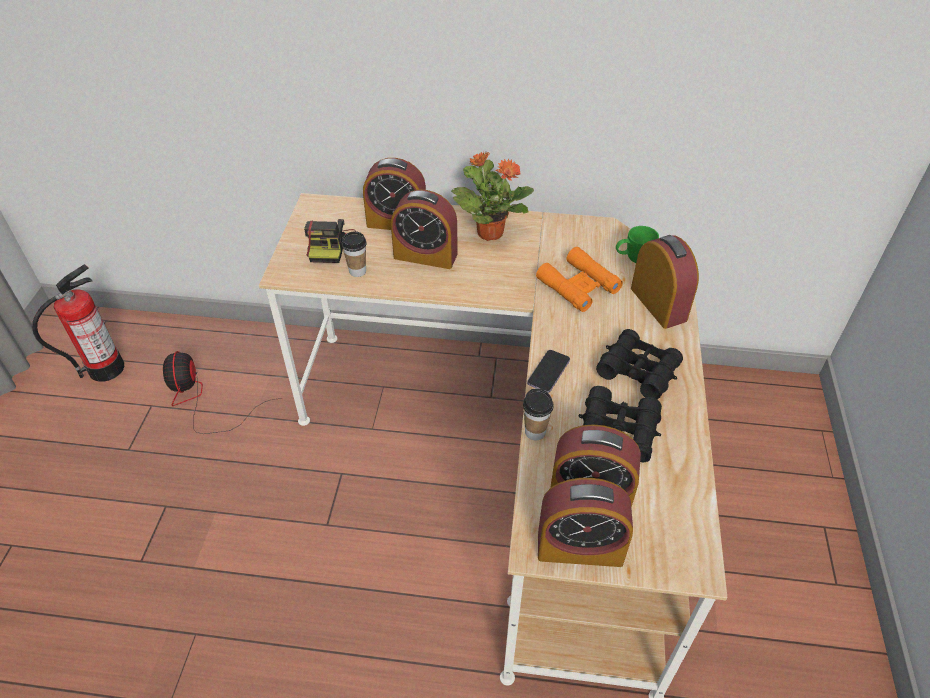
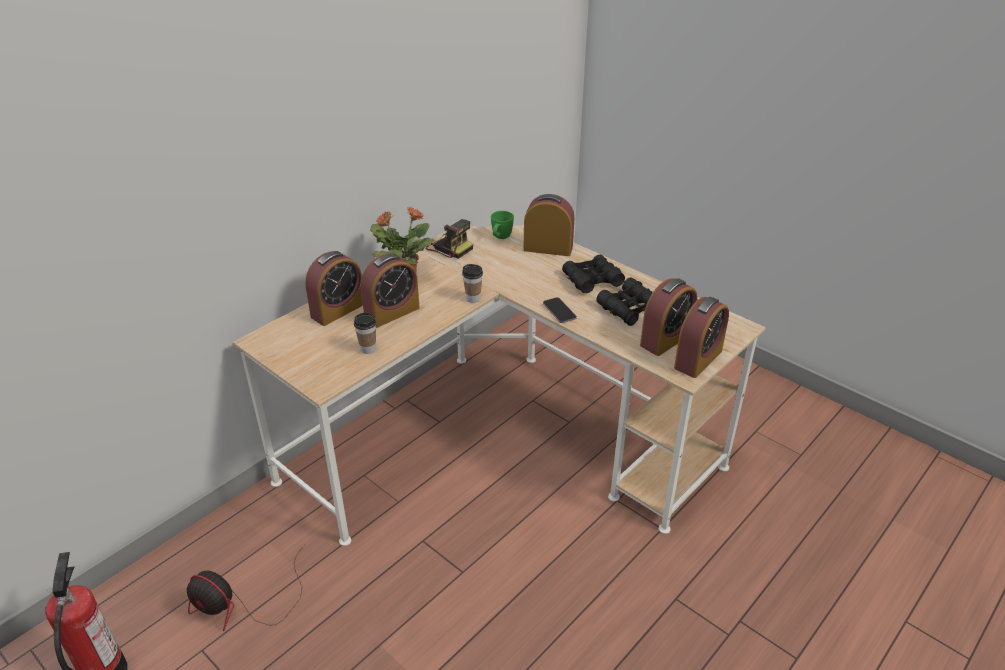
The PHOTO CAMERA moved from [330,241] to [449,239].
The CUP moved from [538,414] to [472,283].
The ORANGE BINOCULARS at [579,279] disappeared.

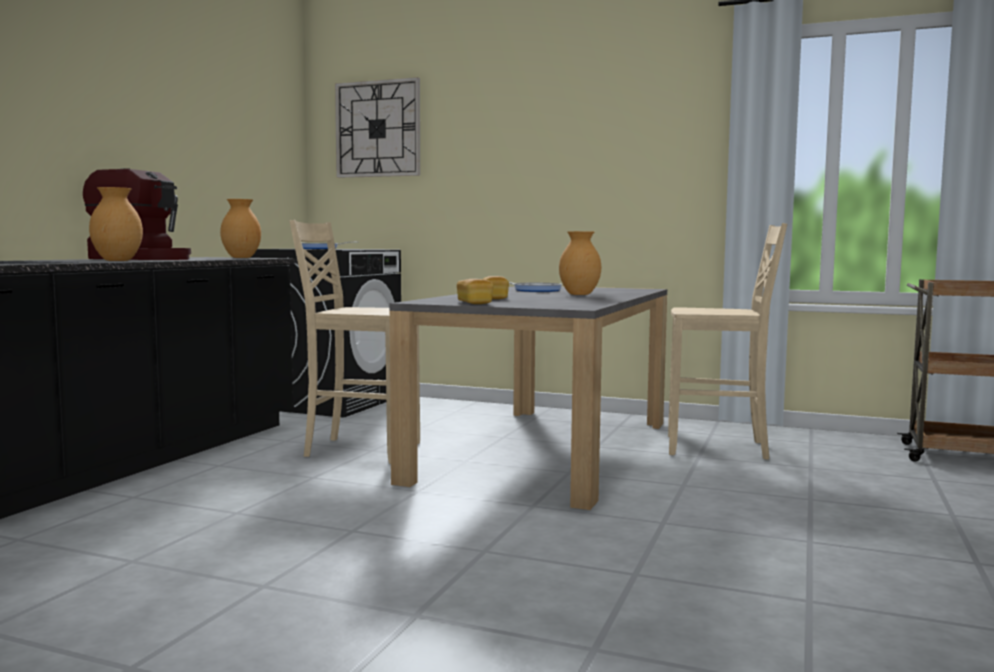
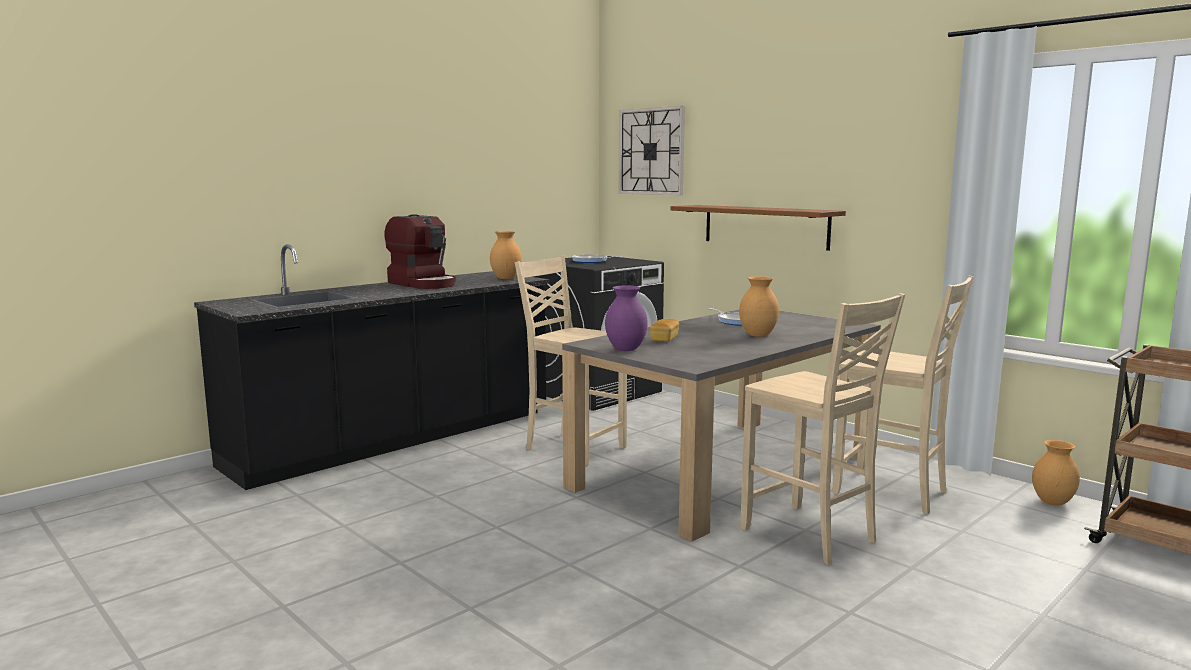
The BREAD at [475,291] was replaced by the PURPLE VASE at [626,318].
The BROWN SHELF at [758,228] appeared.
The BEIGE CHAIR at [822,429] appeared.
The BROWN VASE moved from [116,224] to [1056,472].

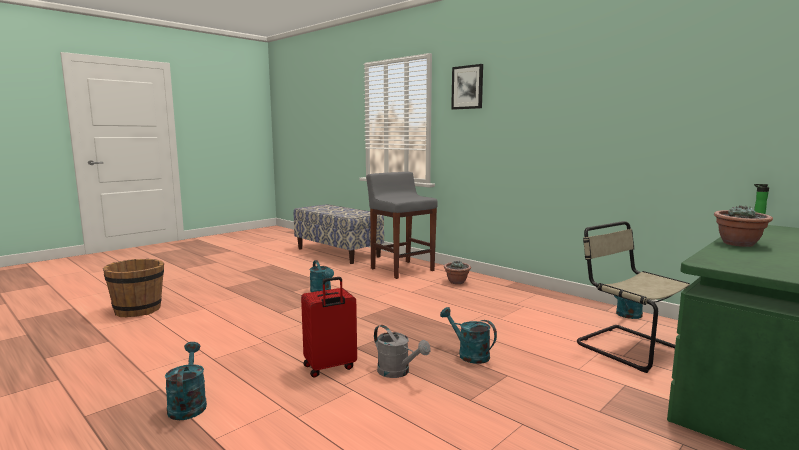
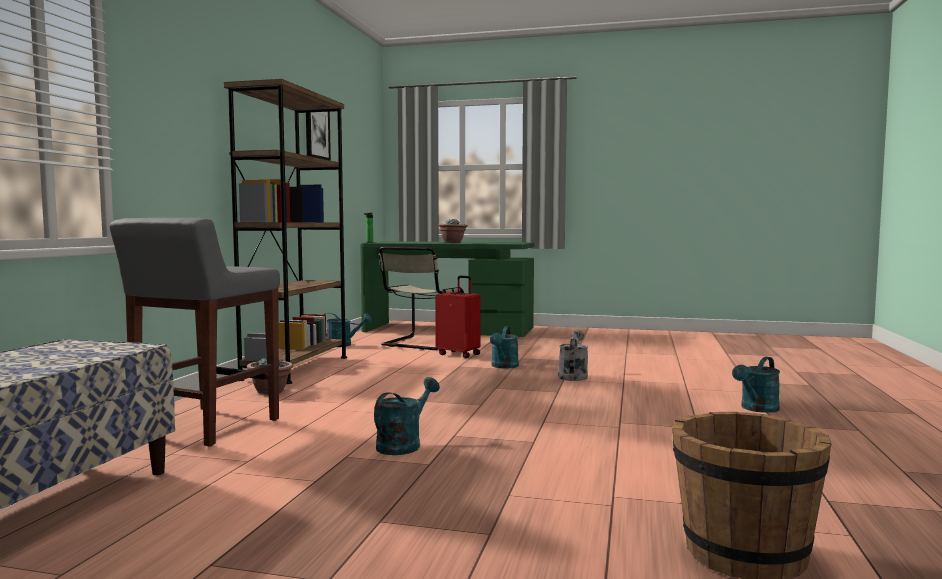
The BROWN BOOKCASE at [285,231] appeared.
The PICTURE moved from [467,87] to [318,136].
The RED SUITCASE moved from [329,327] to [458,317].

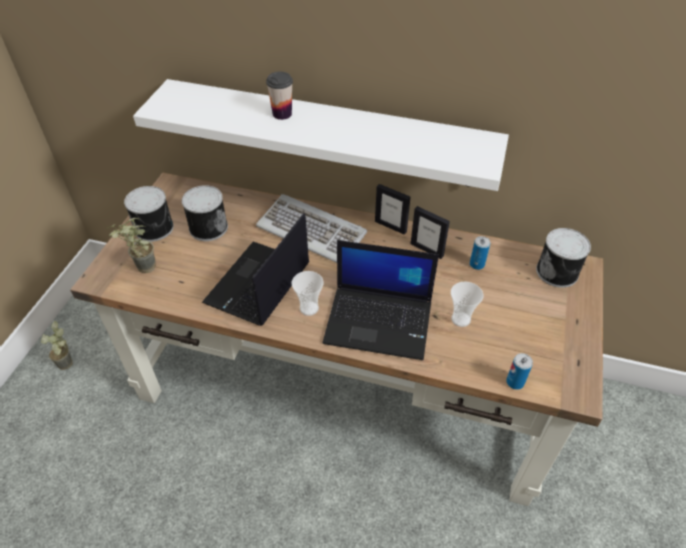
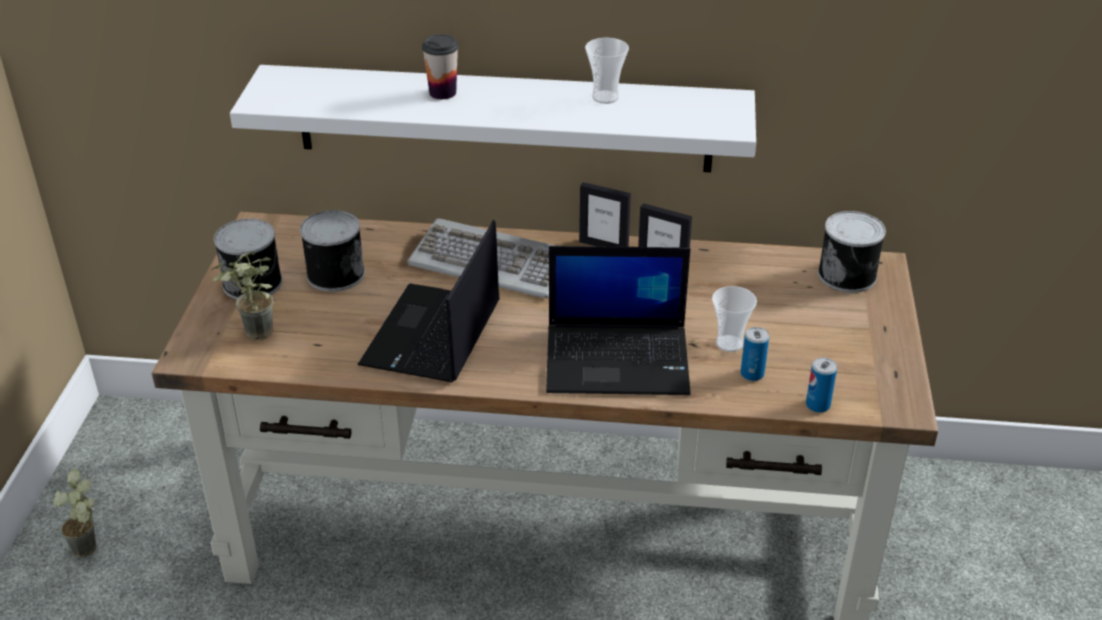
The CUP moved from [308,293] to [607,71].
The CAN moved from [480,253] to [755,354].

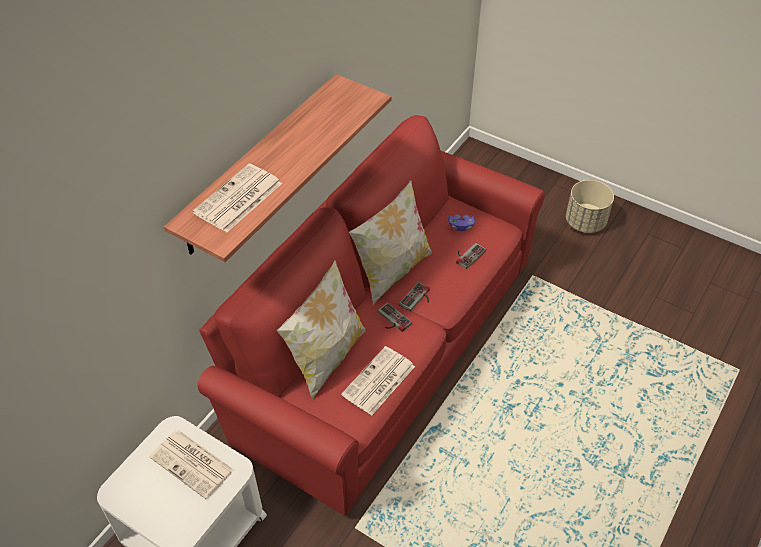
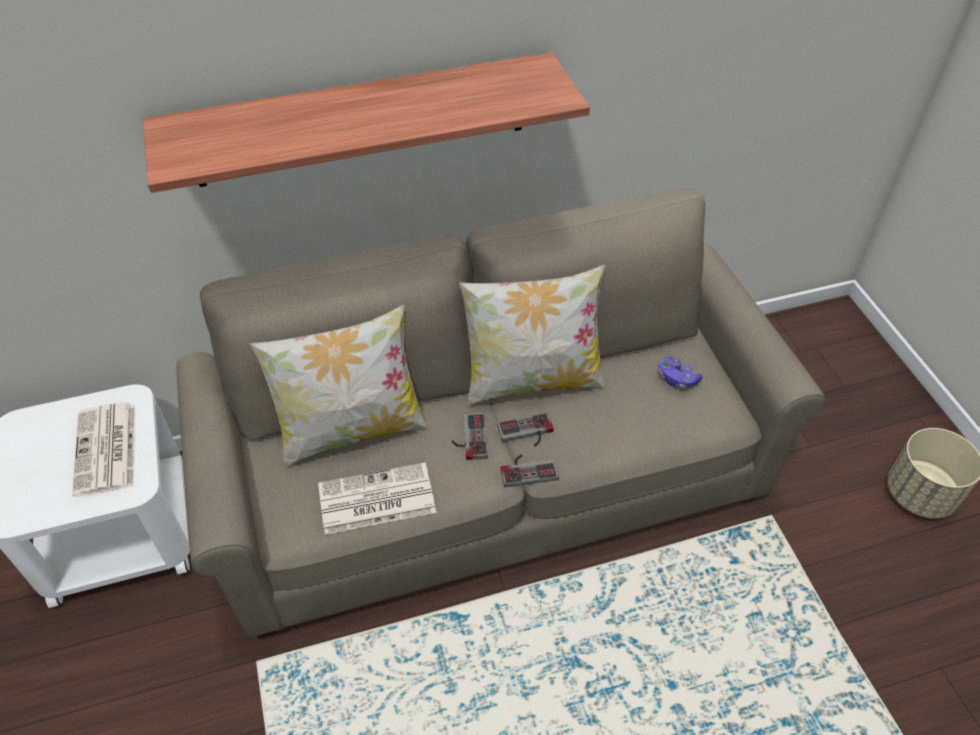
The RED SOFA at [371,315] became the BEIGE SOFA at [500,412].
The GAME CONTROLLER moved from [471,256] to [529,470].
The NEWSPAPER at [237,198] disappeared.

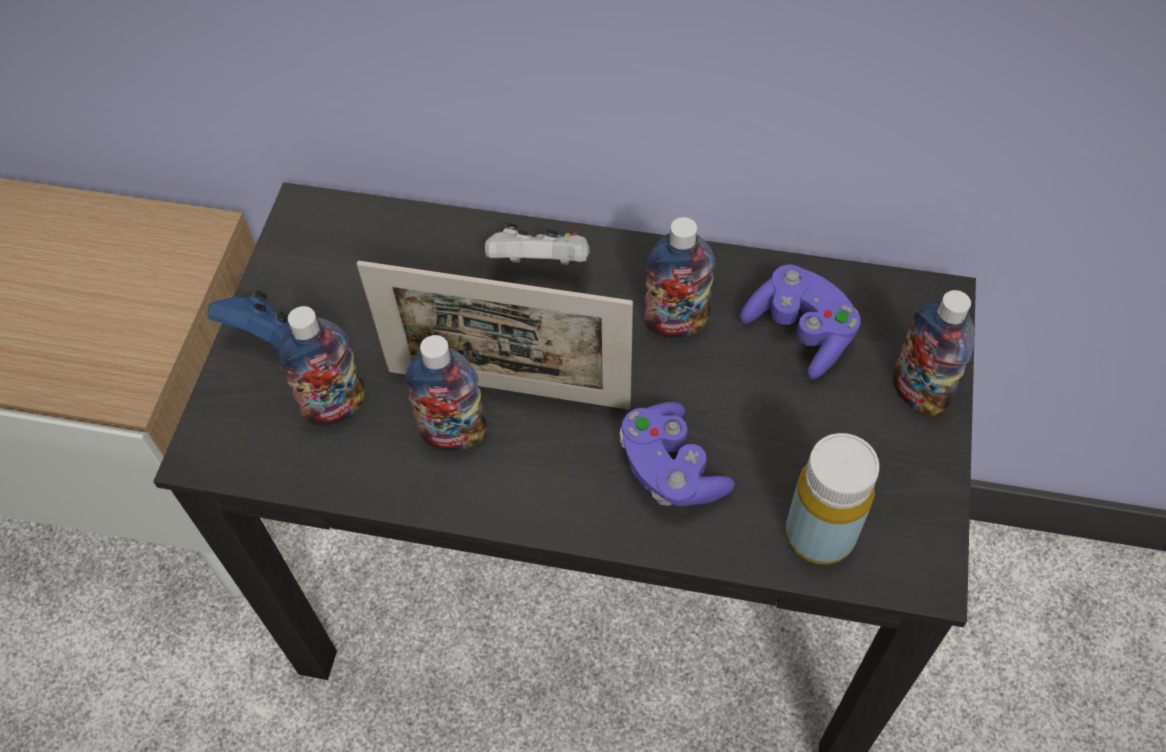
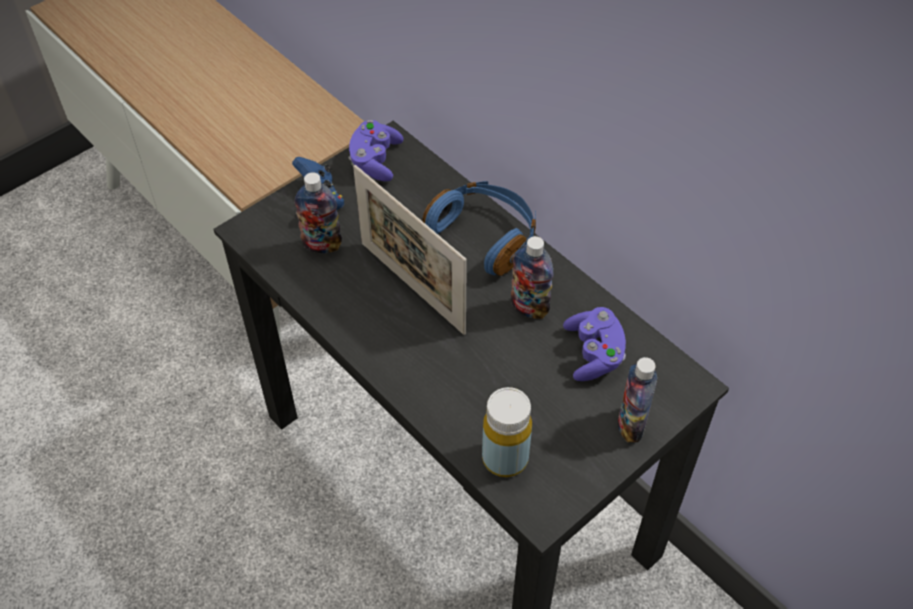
The PURPLE GAME CONTROLLER moved from [677,454] to [376,151].
The WHITE GAME CONTROLLER at [537,244] was replaced by the BLUE HEADPHONES at [479,228].
The BOTTLE at [446,393] disappeared.

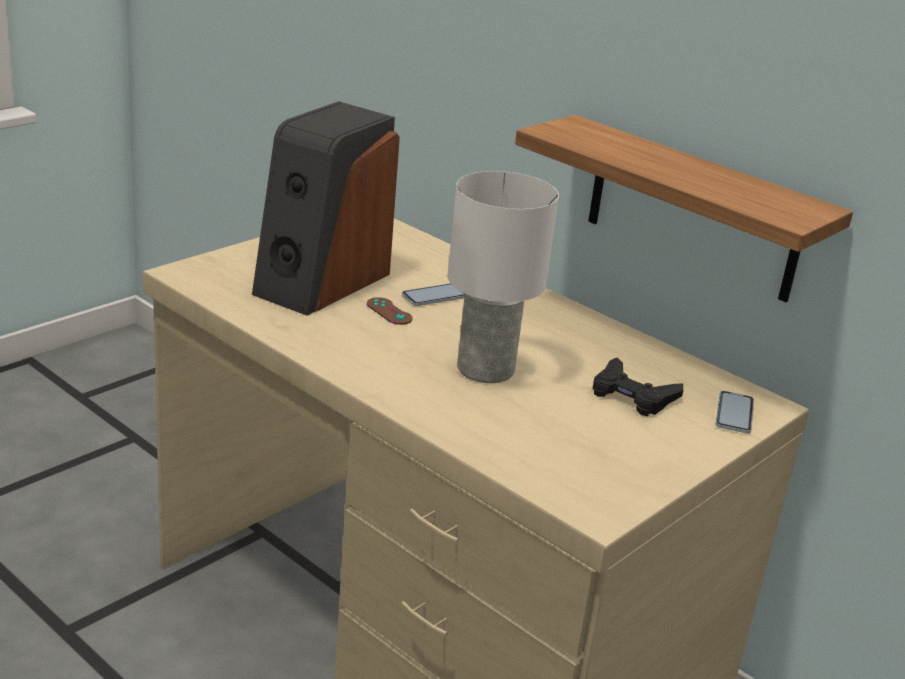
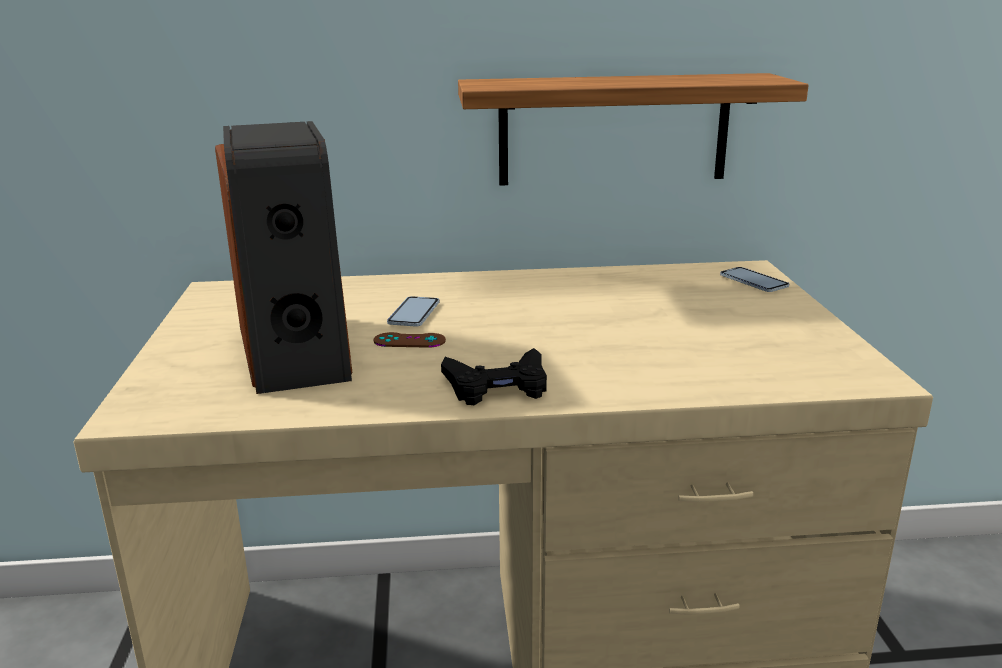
The BLACK GAME CONTROLLER moved from [638,386] to [494,376].
The WHITE TABLE LAMP at [503,277] disappeared.

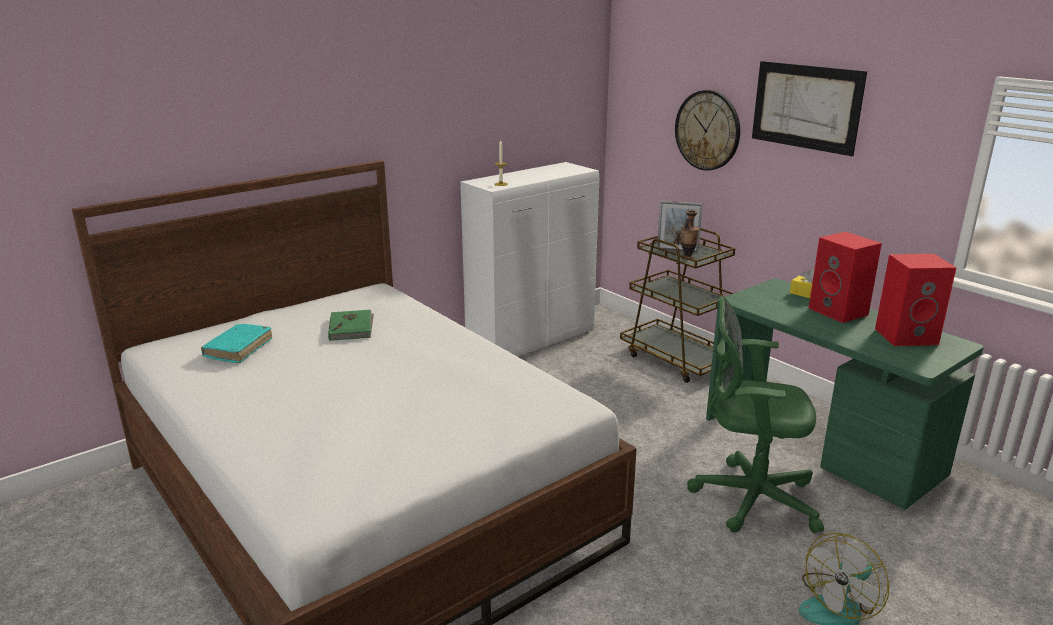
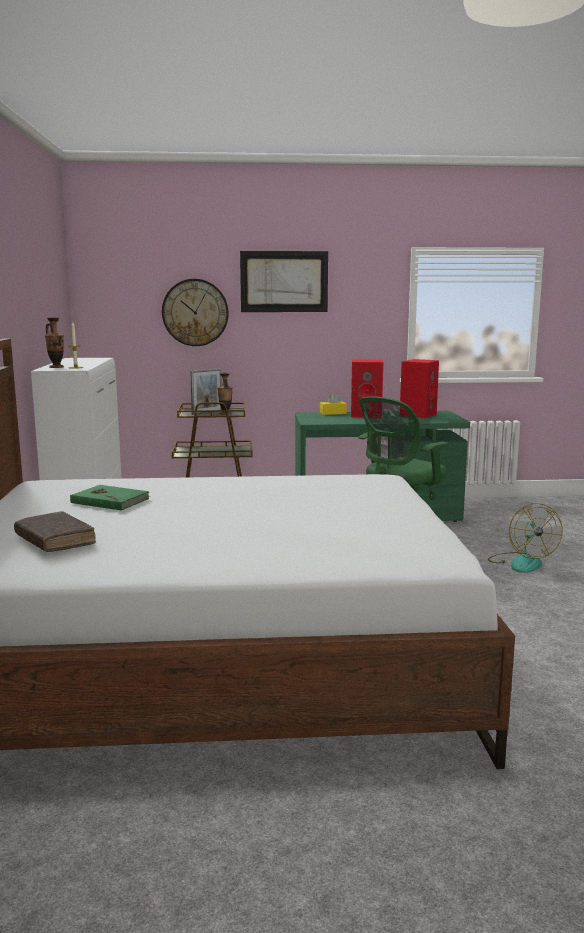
The TURQUOISE BOOK at [236,343] became the BROWN BOOK at [55,531].
The VASE at [54,343] appeared.

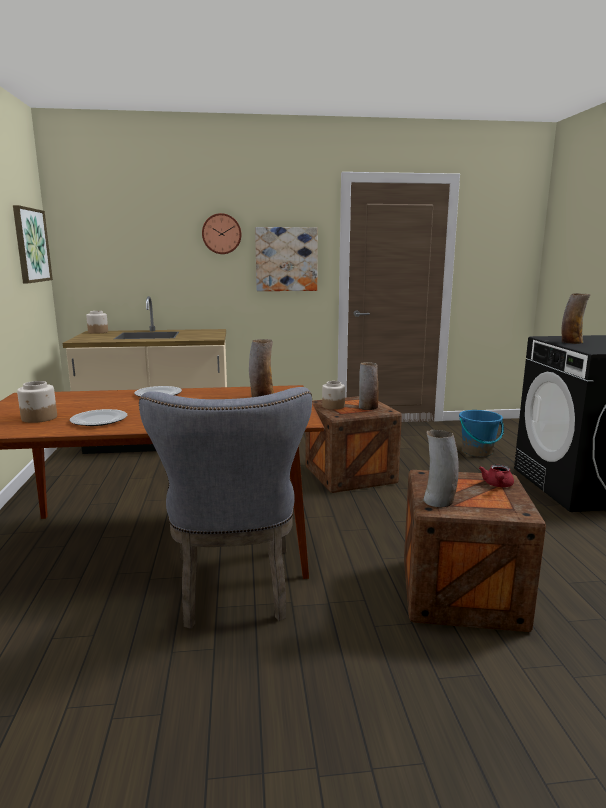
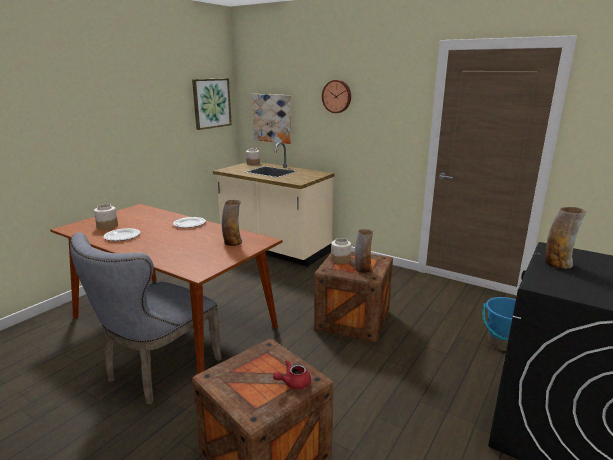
The PICTURE moved from [286,259] to [272,119].
The VASE at [441,468] disappeared.

